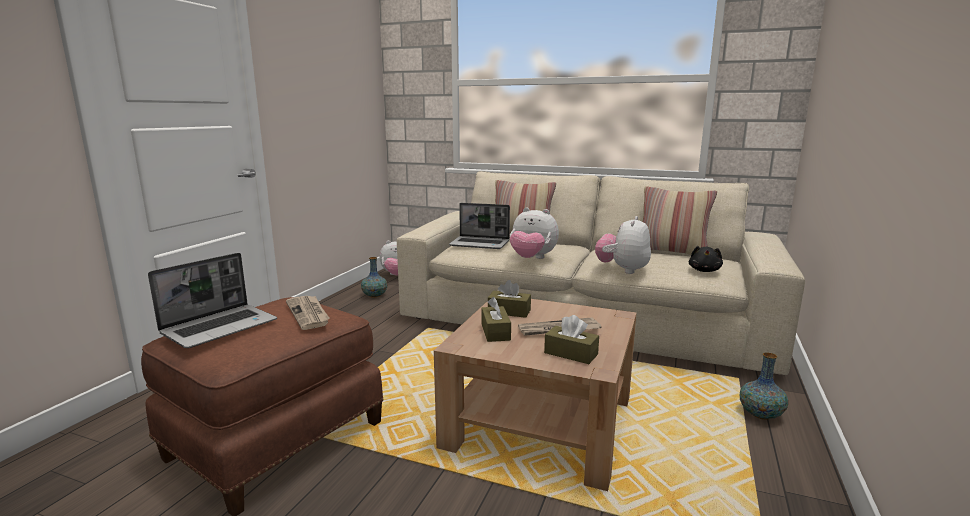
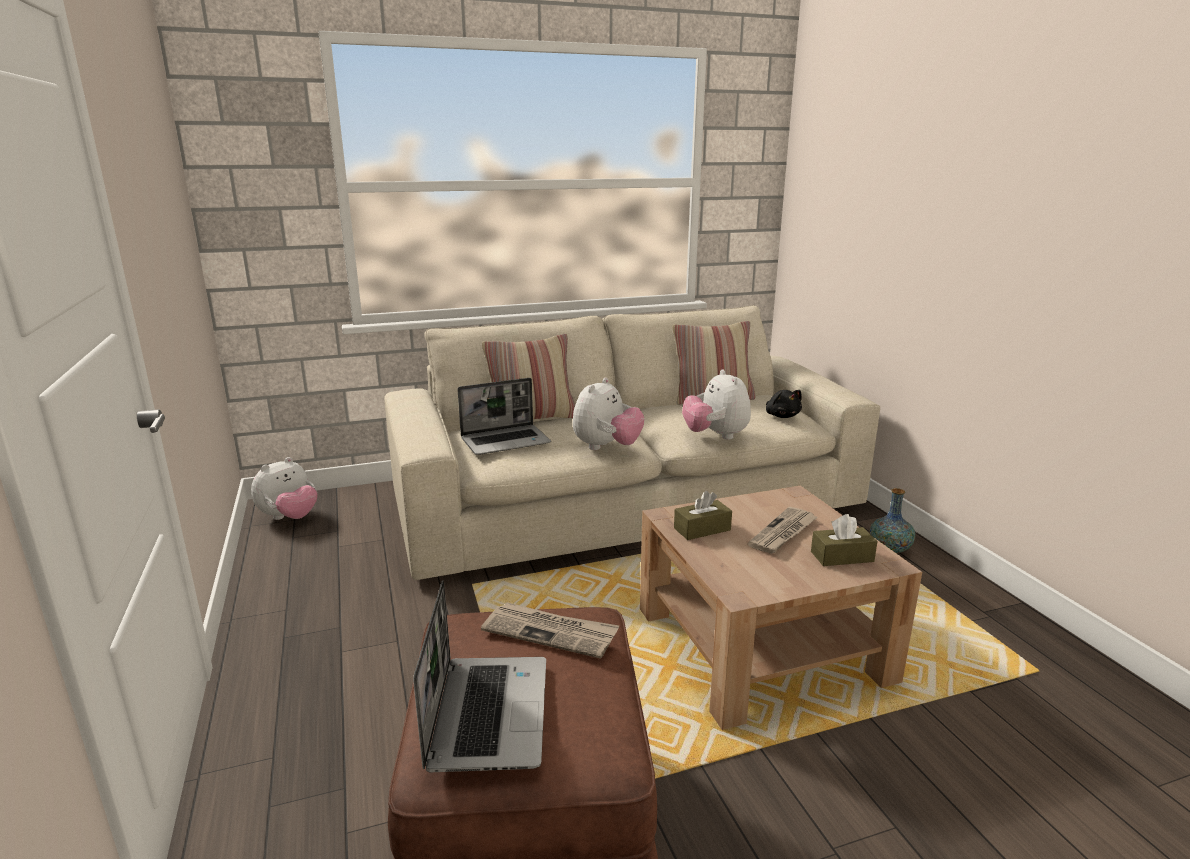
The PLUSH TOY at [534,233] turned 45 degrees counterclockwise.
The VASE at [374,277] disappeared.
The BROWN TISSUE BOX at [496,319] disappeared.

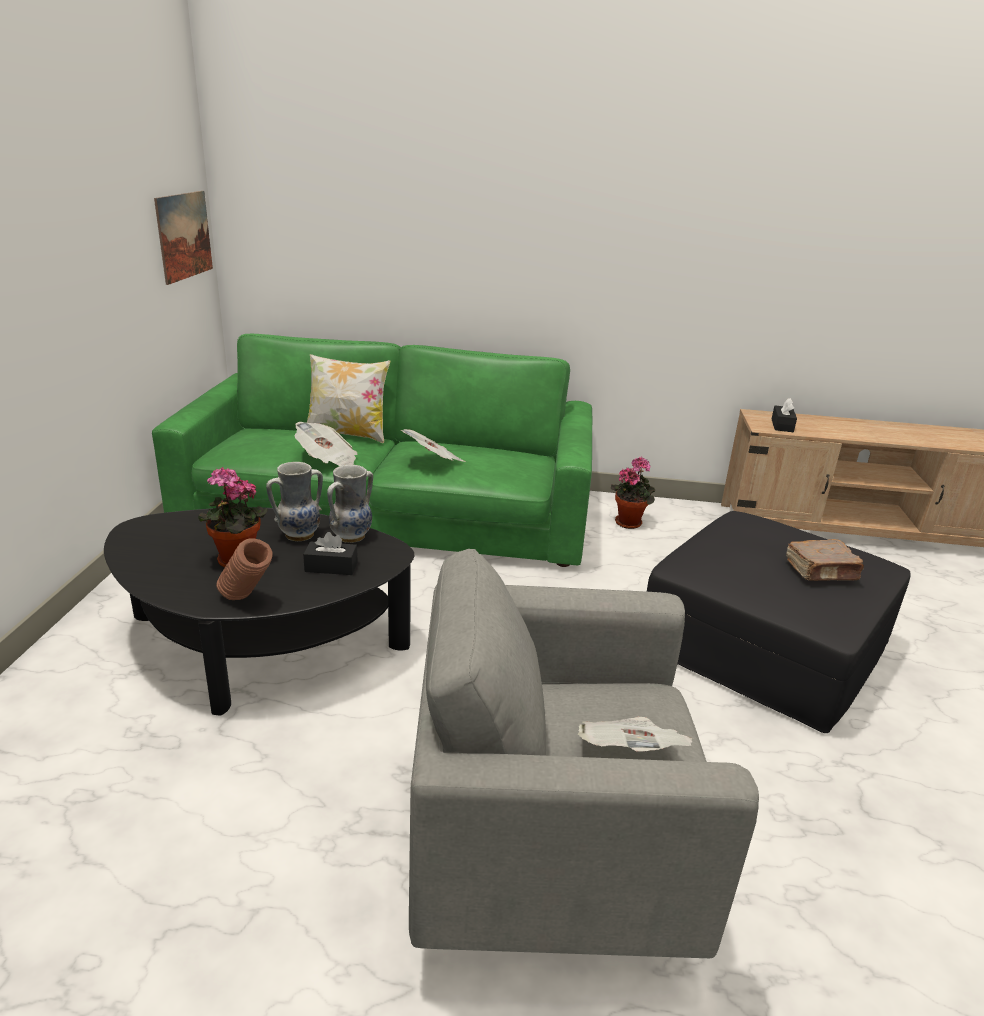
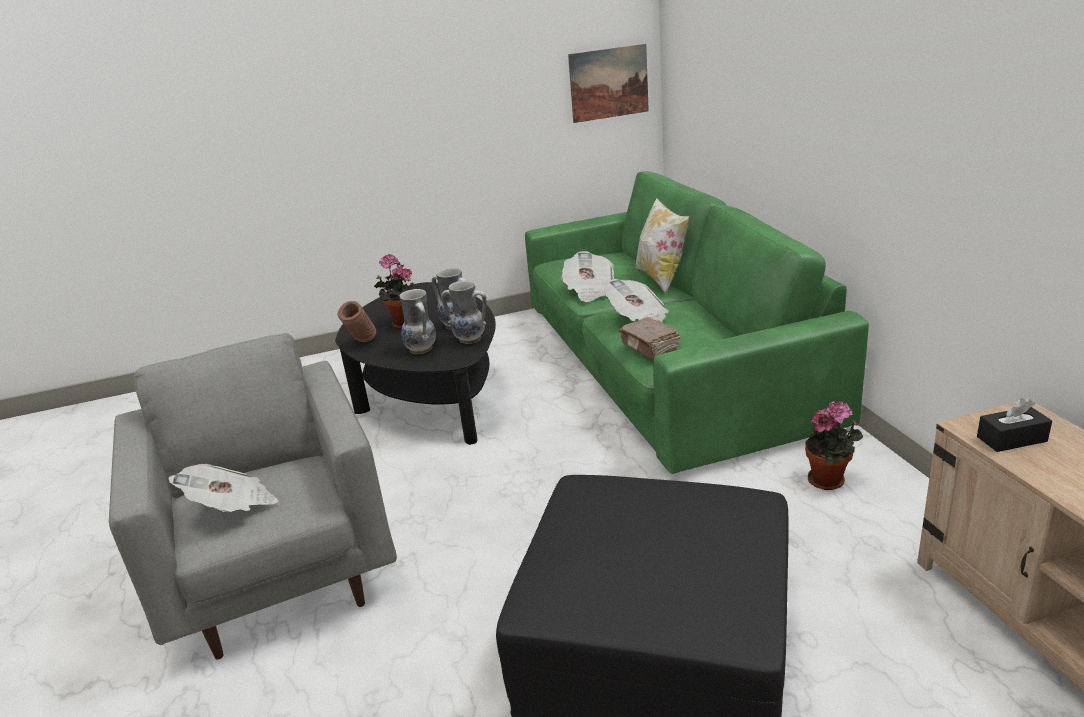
The BLACK TISSUE BOX at [330,553] was replaced by the VASE at [417,321].
The BROWN BOOK moved from [825,560] to [650,338].

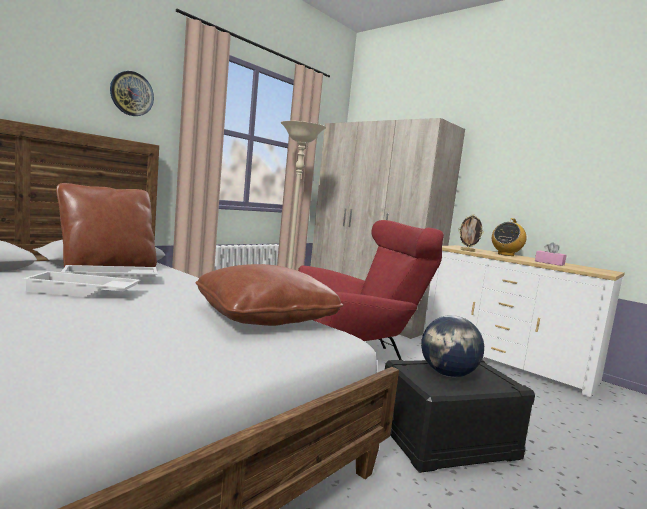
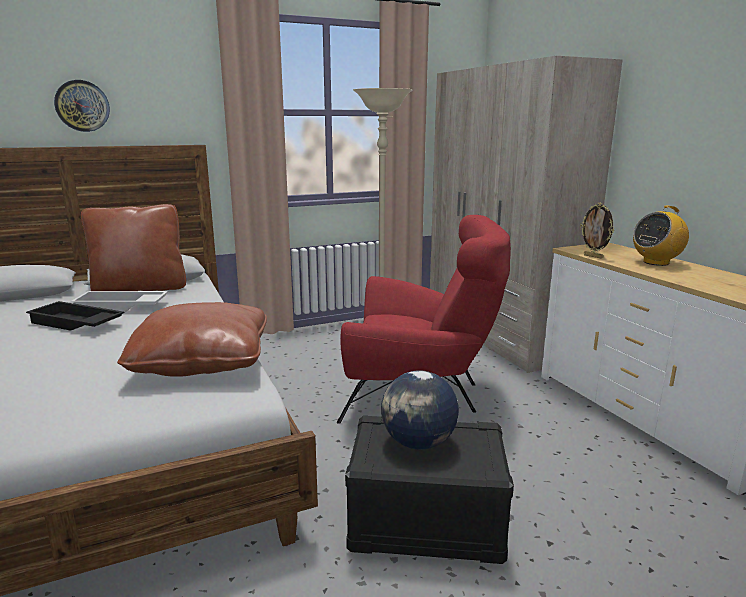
The WHITE TRAY at [81,284] became the BLACK TRAY at [75,316].
The WALL CLOCK moved from [132,93] to [82,106].
The PINK TISSUE BOX at [551,254] disappeared.

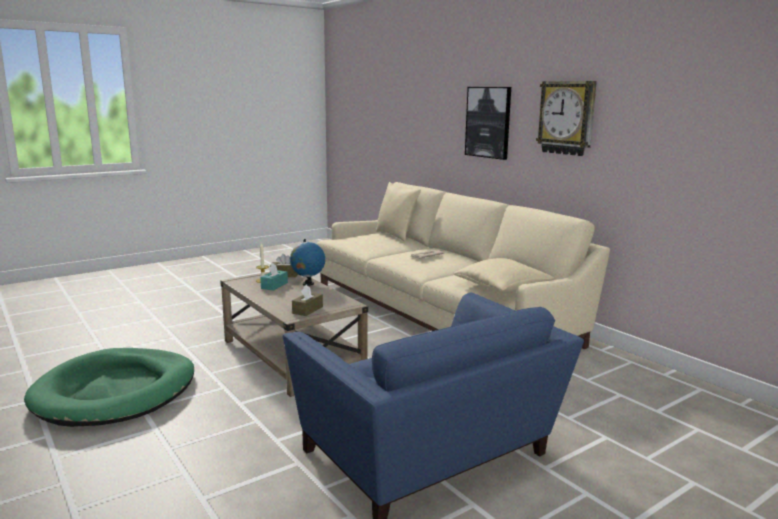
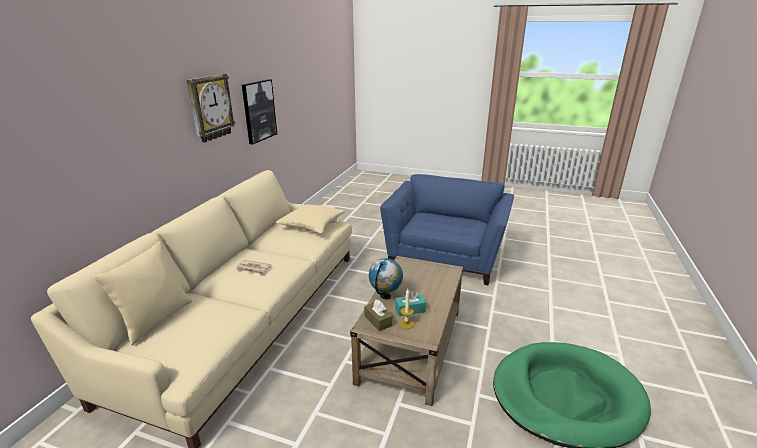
The PICTURE moved from [488,123] to [259,112].
The BROWN TISSUE BOX at [307,300] disappeared.

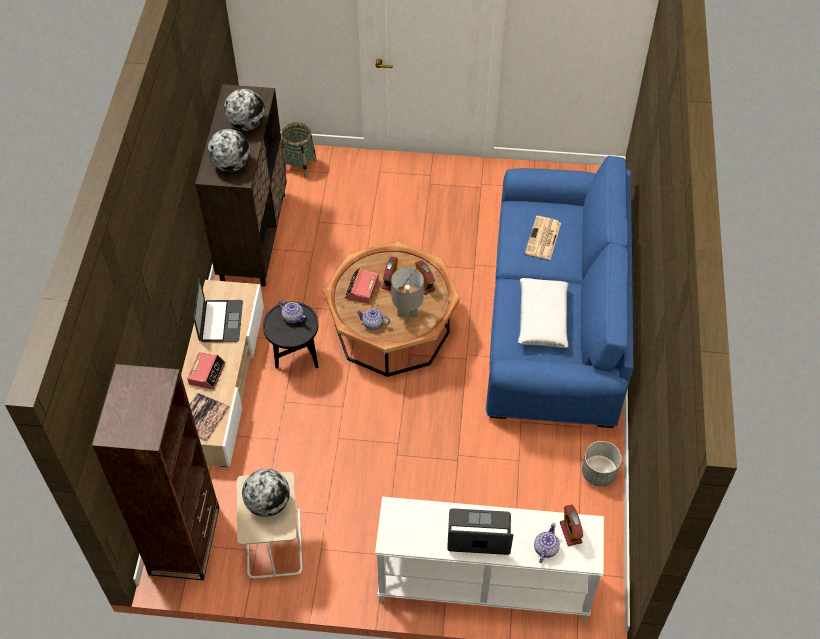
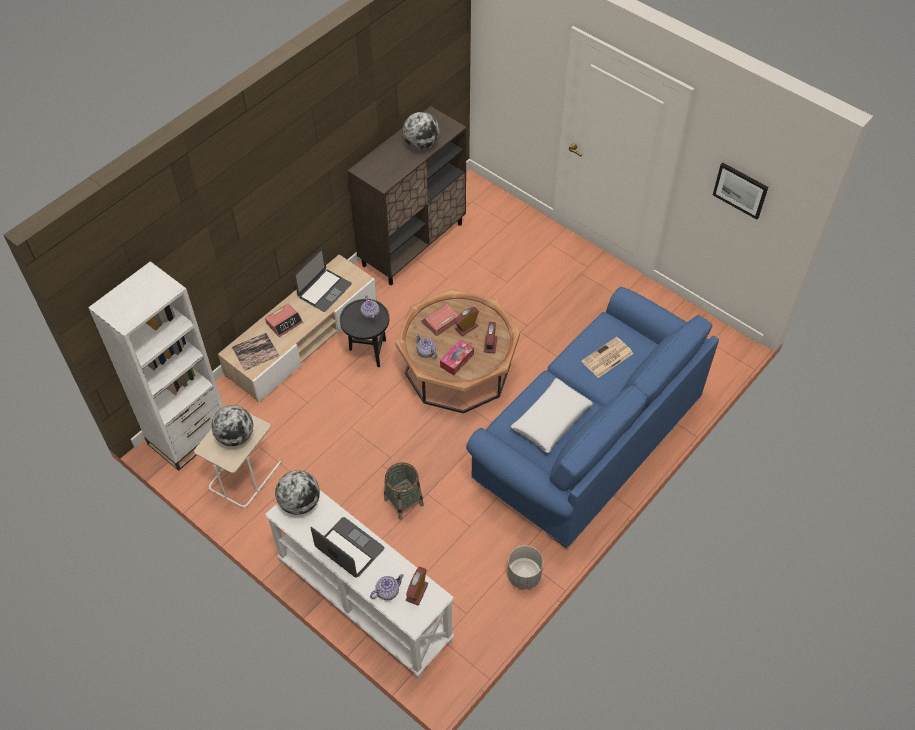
The BROWN BOOKCASE at [156,472] became the WHITE BOOKCASE at [155,366].
The GLOBE moved from [228,150] to [297,492].
The BASKET moved from [299,150] to [404,491].
The GREY TABLE LAMP at [407,295] was replaced by the TISSUE BOX at [457,357].
The PICTURE at [740,191] appeared.

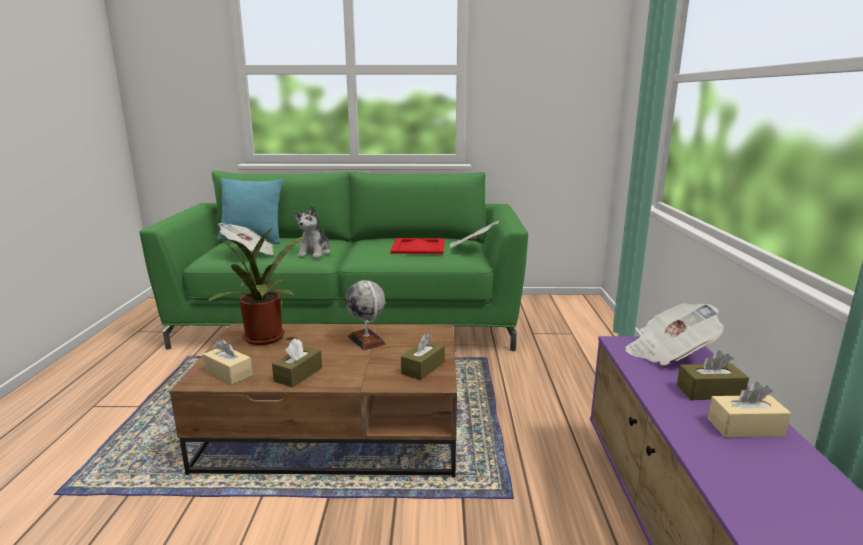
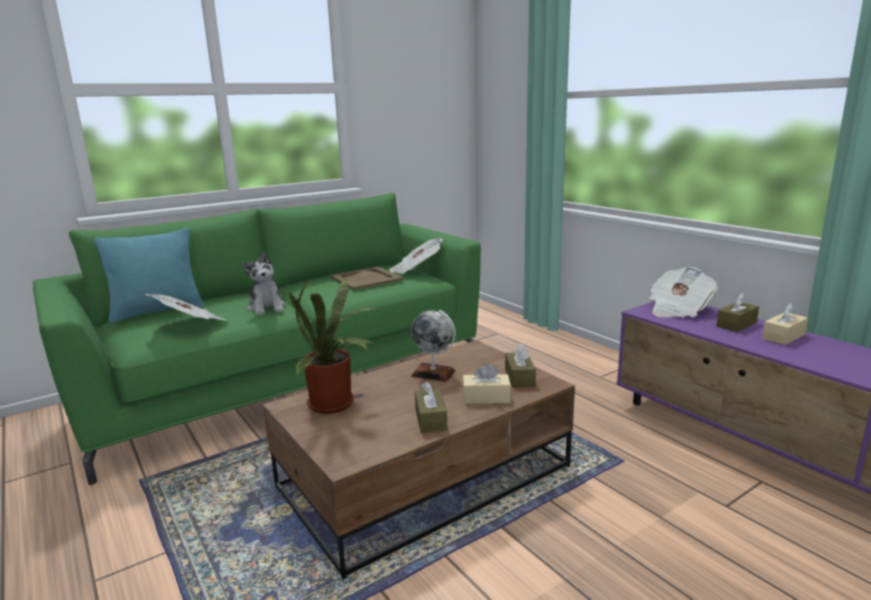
The RED TRAY at [418,246] became the BEIGE TRAY at [366,278].
The BEIGE TISSUE BOX moved from [228,361] to [486,383].

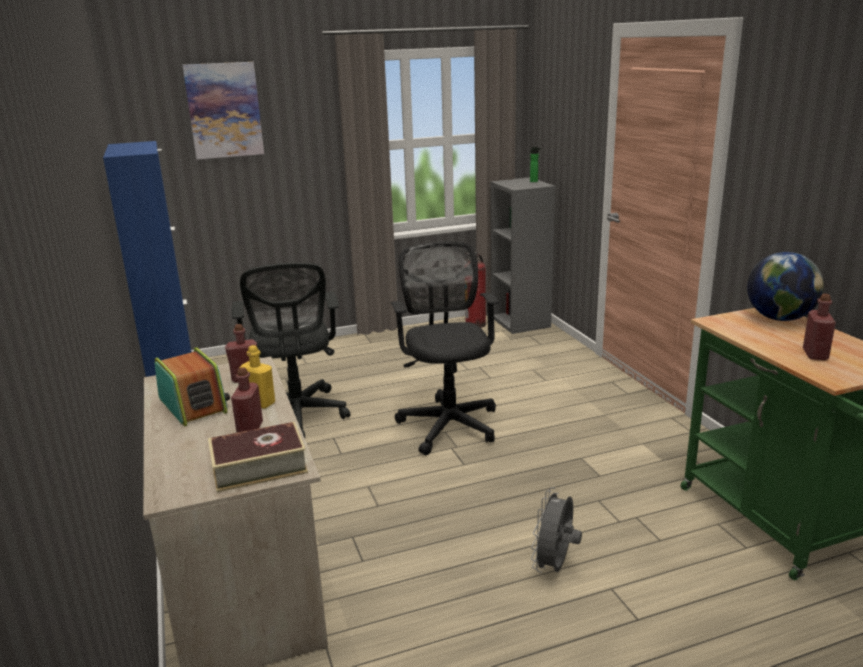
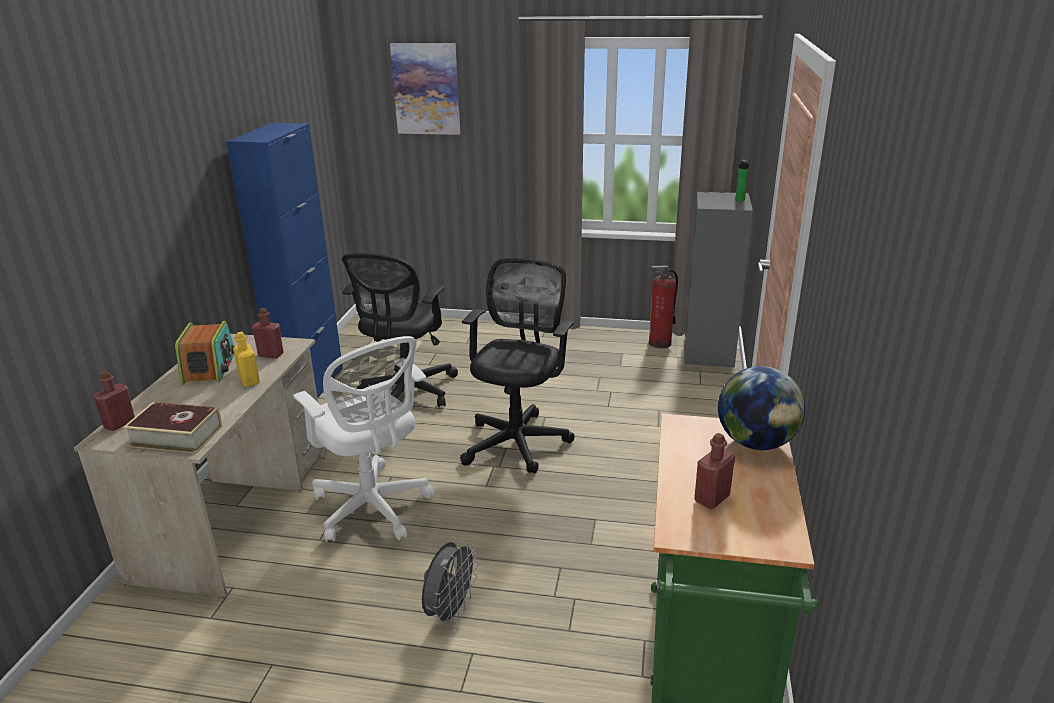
The RED BOTTLE moved from [247,400] to [114,401].
The WHITE OFFICE CHAIR at [364,439] appeared.
The GREY FAN at [556,530] turned 150 degrees clockwise.

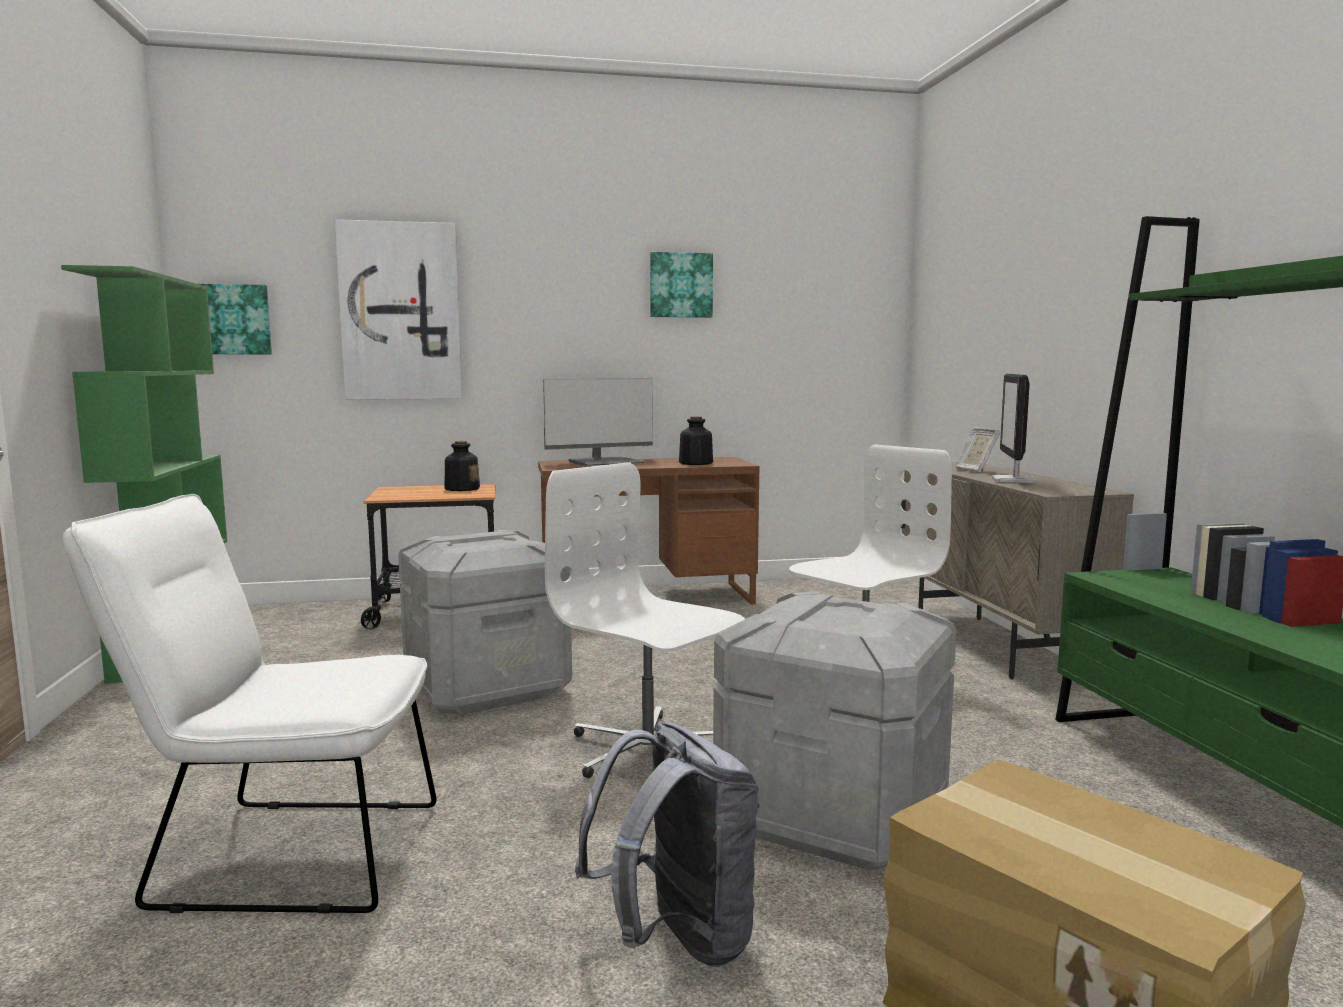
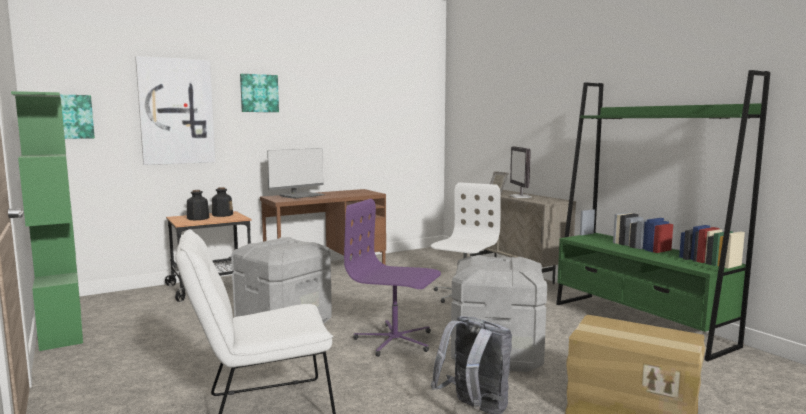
The BOTTLE moved from [696,441] to [198,205].
The PICTURE moved from [681,285] to [259,93].
The WHITE OFFICE CHAIR at [645,620] became the PURPLE OFFICE CHAIR at [392,278].

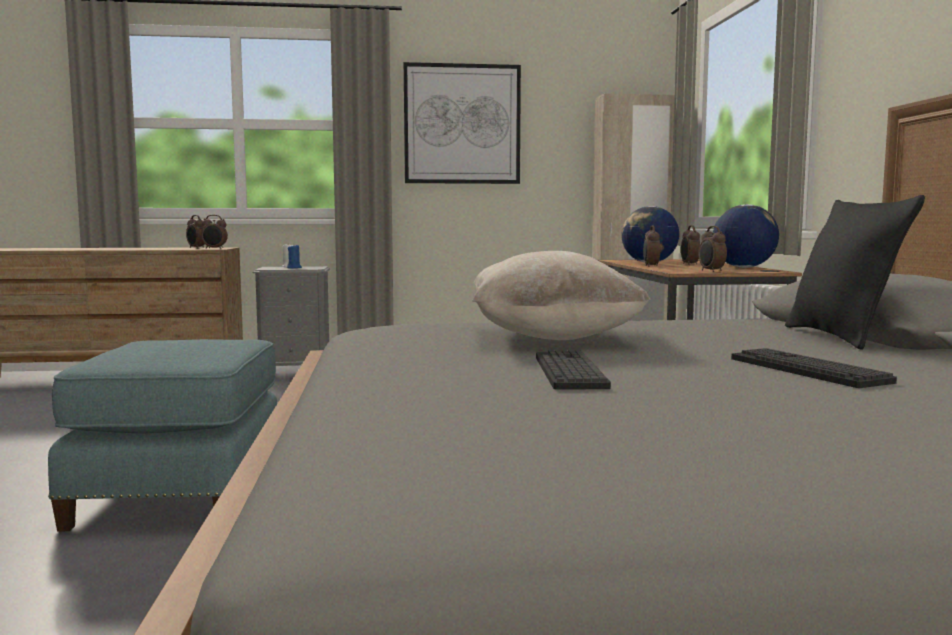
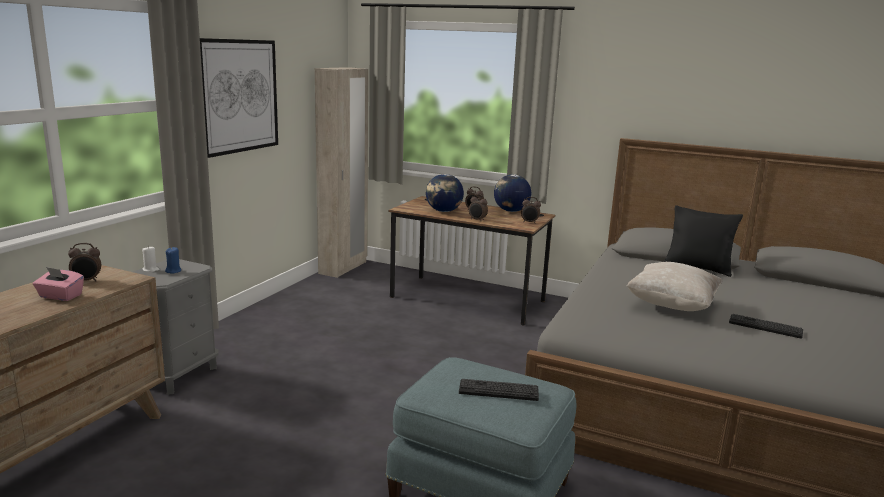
The PINK TISSUE BOX at [58,284] appeared.
The KEYBOARD moved from [814,368] to [499,390].
The ALARM CLOCK at [214,232] disappeared.

